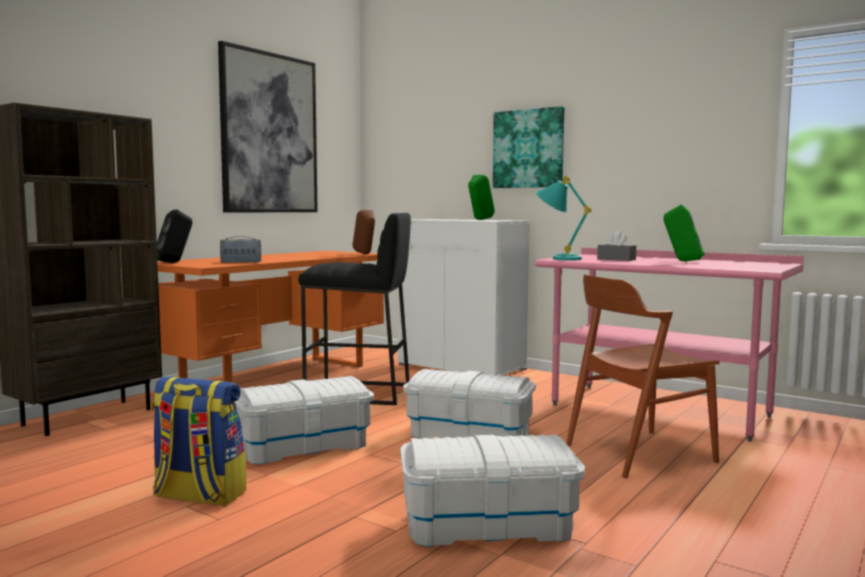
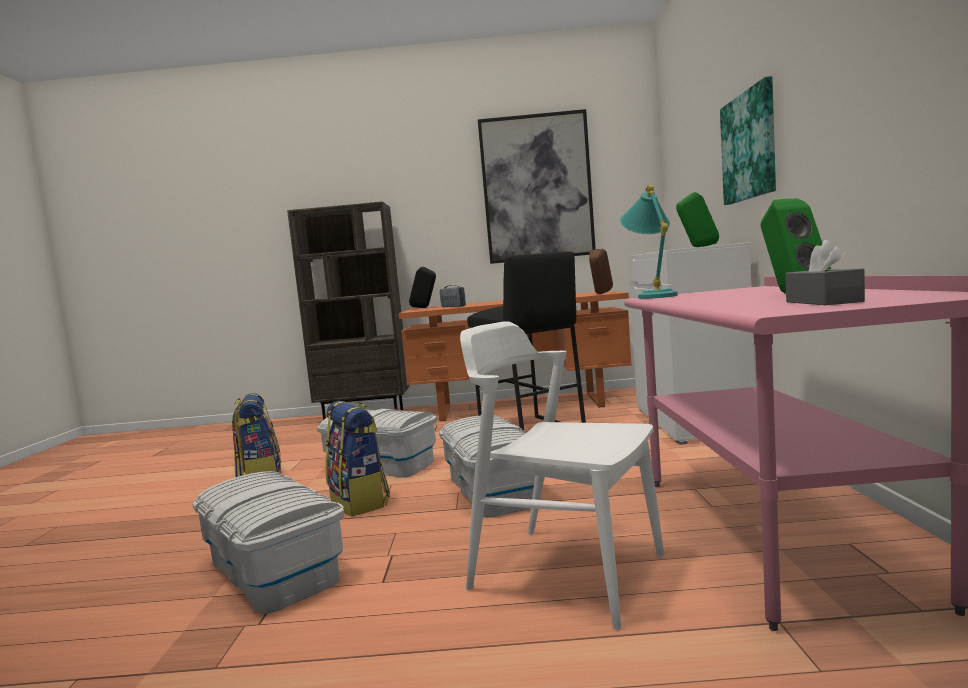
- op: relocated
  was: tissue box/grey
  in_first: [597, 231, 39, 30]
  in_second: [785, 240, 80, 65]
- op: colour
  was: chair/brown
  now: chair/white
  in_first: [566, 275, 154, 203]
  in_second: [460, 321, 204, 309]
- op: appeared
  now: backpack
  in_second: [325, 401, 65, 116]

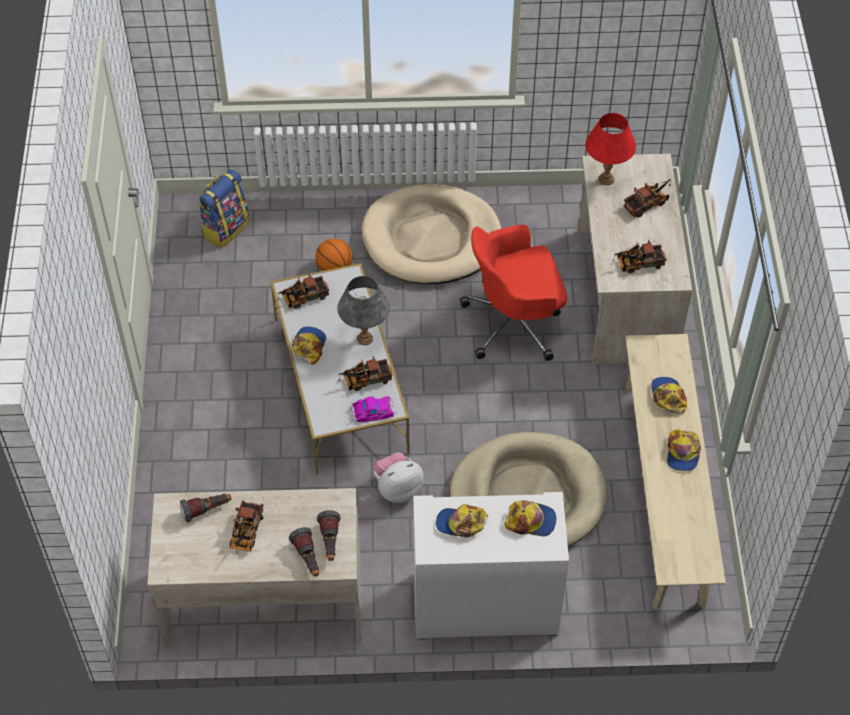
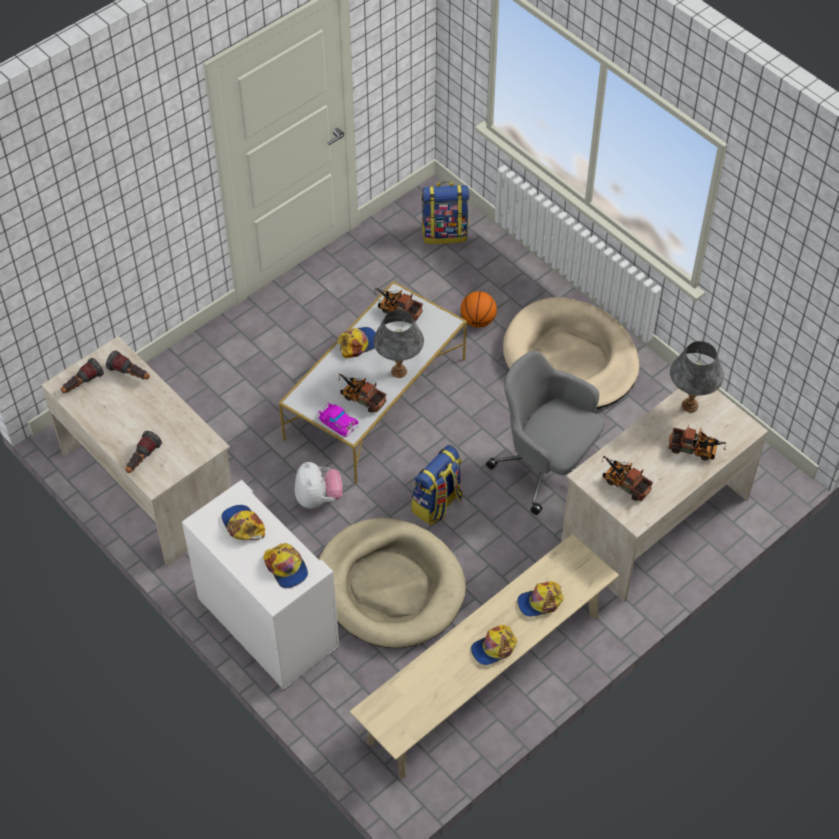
- op: colour
  was: table lamp/red
  now: table lamp/grey
  in_first: [585, 113, 51, 72]
  in_second: [670, 341, 54, 71]
- op: colour
  was: office chair/red
  now: office chair/grey
  in_first: [460, 225, 107, 136]
  in_second: [486, 351, 119, 164]
- op: spun
  was: cap
  in_first: [651, 377, 36, 37]
  in_second: [517, 581, 47, 36]
  clockwise: -150
- op: spun
  was: plush toy
  in_first: [373, 453, 51, 50]
  in_second: [295, 462, 48, 47]
  clockwise: 60
- op: missing
  was: toy truck
  in_first: [230, 501, 34, 52]
- op: relocated
  was: flashlight
  in_first: [317, 510, 24, 51]
  in_second: [61, 358, 43, 35]
- op: appeared
  now: backpack
  in_second: [411, 445, 52, 80]

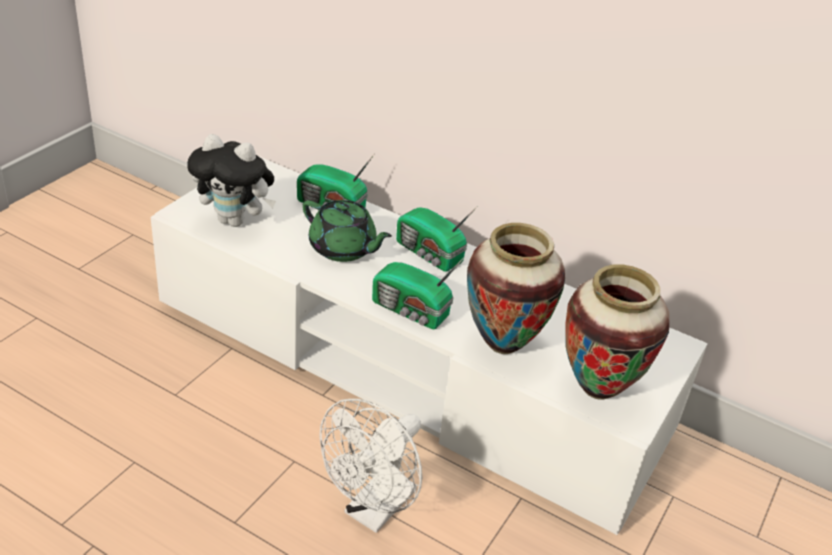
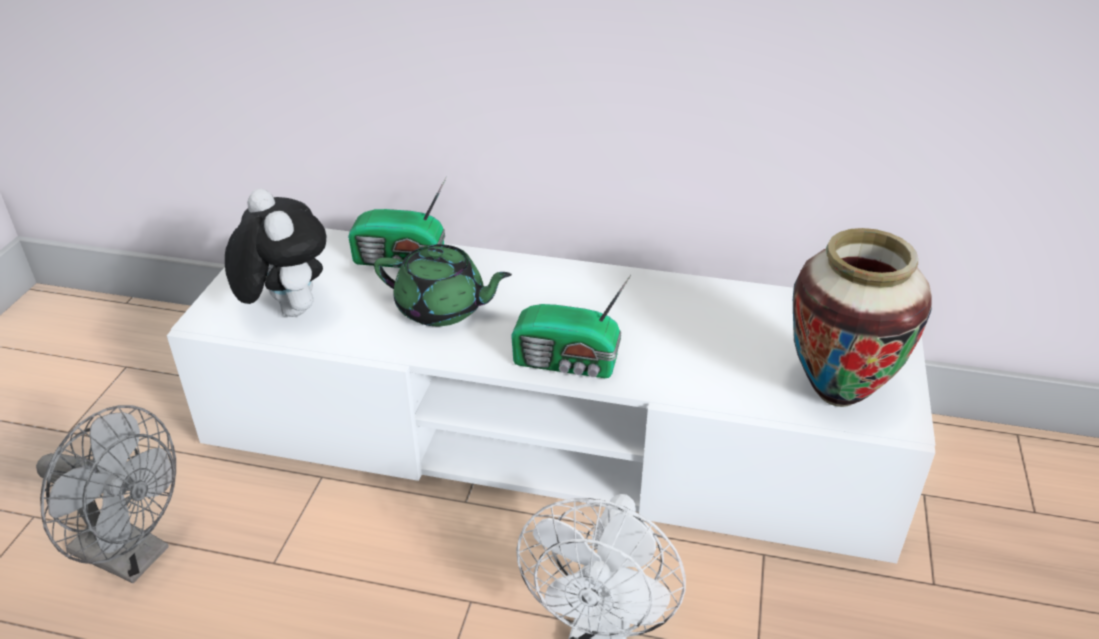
- op: spun
  was: plush toy
  in_first: [187, 134, 89, 93]
  in_second: [225, 188, 101, 129]
  clockwise: -120
- op: missing
  was: radio
  in_first: [396, 206, 82, 66]
- op: missing
  was: vase
  in_first: [467, 223, 98, 131]
- op: appeared
  now: fan/grey
  in_second: [36, 405, 140, 178]

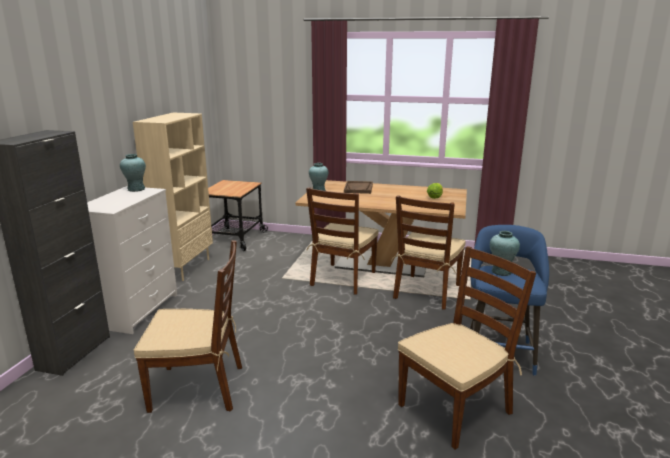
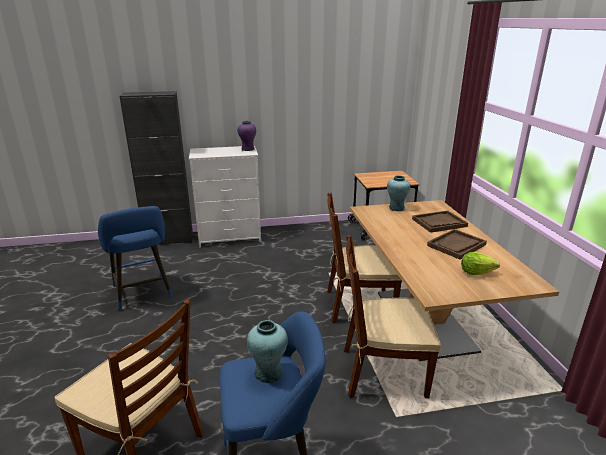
- op: missing
  was: bookcase/beige
  in_first: [133, 113, 80, 168]
- op: colour
  was: vase/turquoise
  now: vase/purple
  in_first: [120, 154, 26, 38]
  in_second: [237, 121, 19, 30]
- op: exchanged
  was: chair/brown
  now: stool/blue
  in_first: [134, 240, 108, 173]
  in_second: [98, 206, 74, 104]
- op: appeared
  now: tray/brown
  in_second: [427, 229, 60, 31]

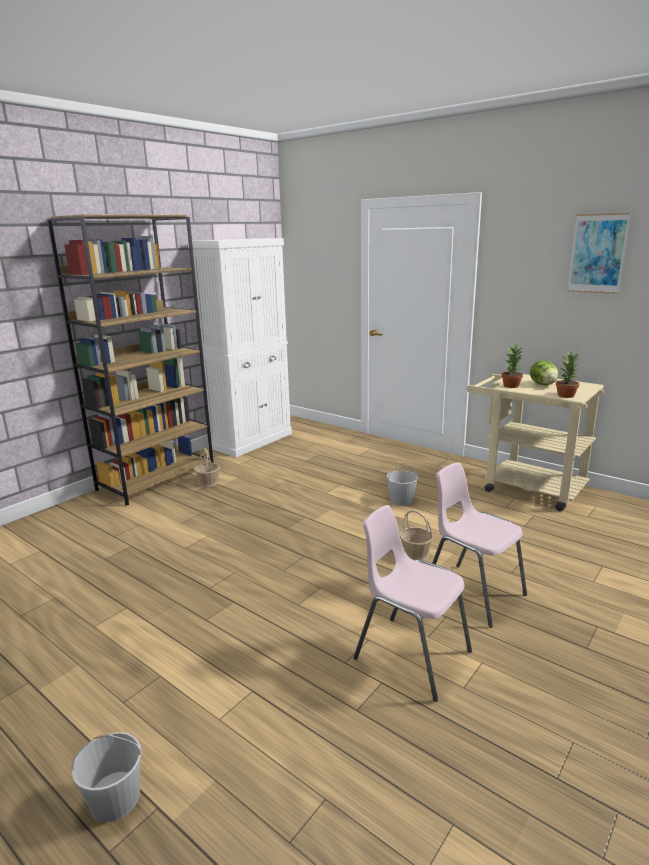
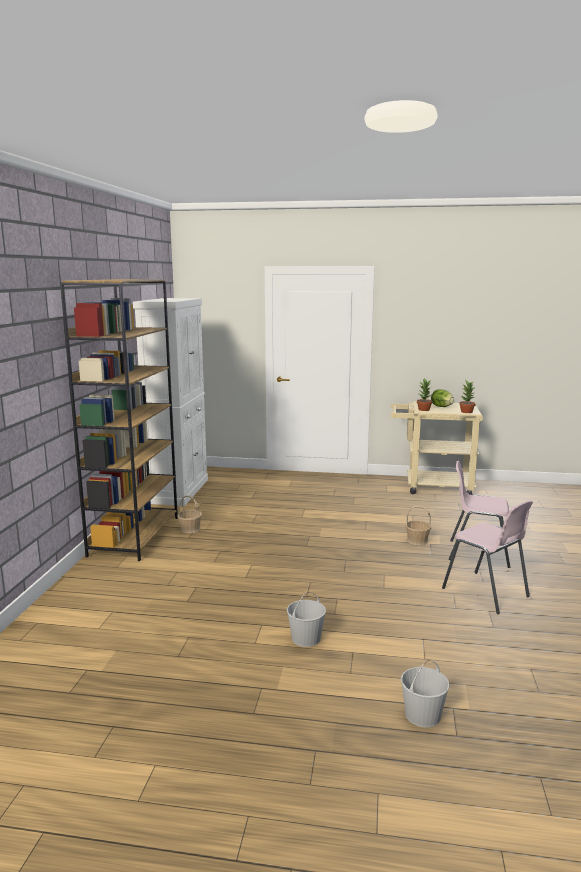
- op: missing
  was: picture
  in_first: [567, 213, 64, 81]
- op: relocated
  was: bucket/white
  in_first: [387, 463, 31, 43]
  in_second: [287, 591, 39, 56]
- op: spun
  was: chair/pink
  in_first: [353, 505, 119, 197]
  in_second: [442, 500, 91, 114]
  clockwise: -135

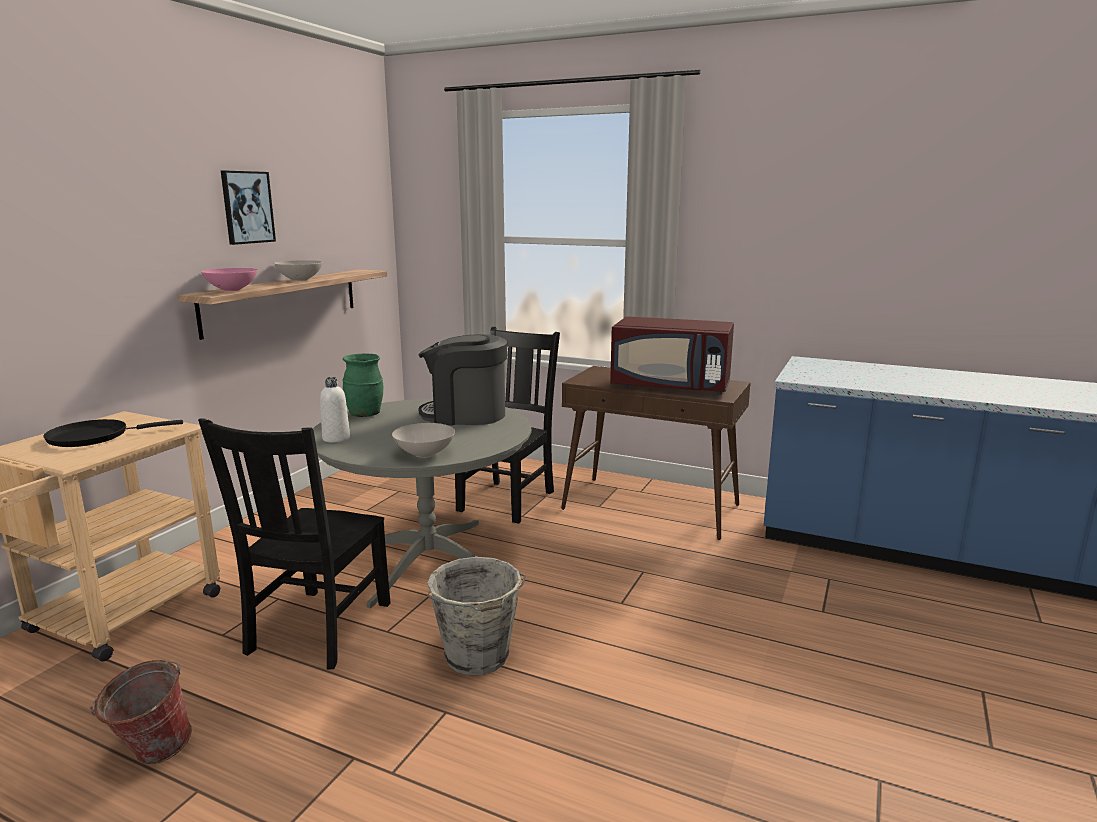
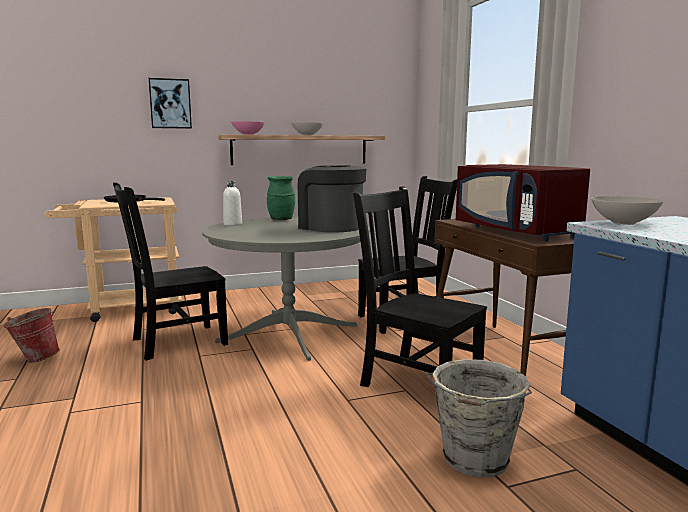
- op: relocated
  was: picture
  in_first: [221, 170, 55, 75]
  in_second: [149, 78, 43, 51]
- op: relocated
  was: bowl/white
  in_first: [392, 423, 63, 35]
  in_second: [591, 196, 72, 29]
- op: relocated
  was: bucket/grey
  in_first: [427, 557, 99, 118]
  in_second: [426, 359, 106, 119]
- op: appeared
  now: chair/black
  in_second: [353, 186, 134, 201]

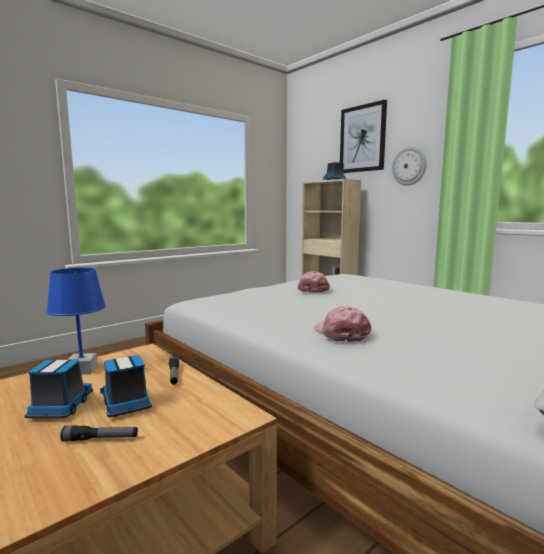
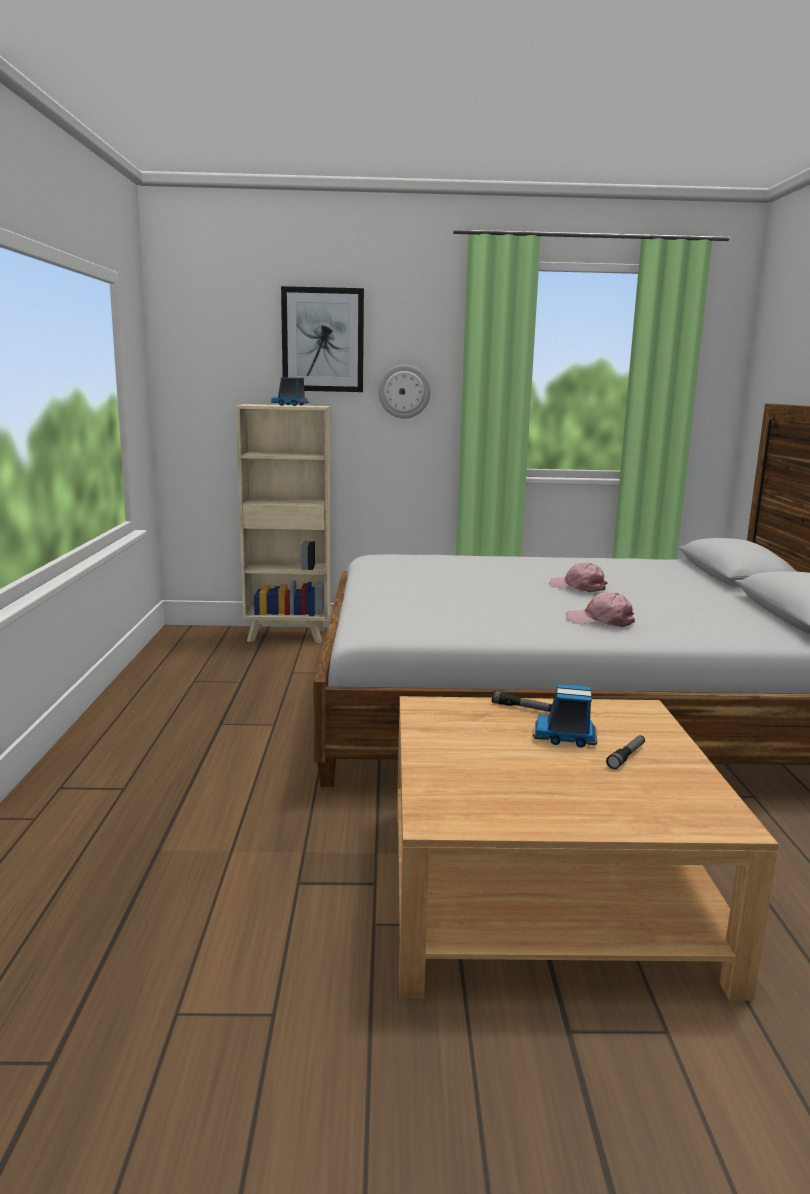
- op: missing
  was: table lamp/blue
  in_first: [46, 268, 60, 107]
- op: relocated
  was: cap/pink
  in_first: [298, 271, 32, 22]
  in_second: [549, 562, 58, 30]
- op: missing
  was: toy truck
  in_first: [24, 360, 69, 59]

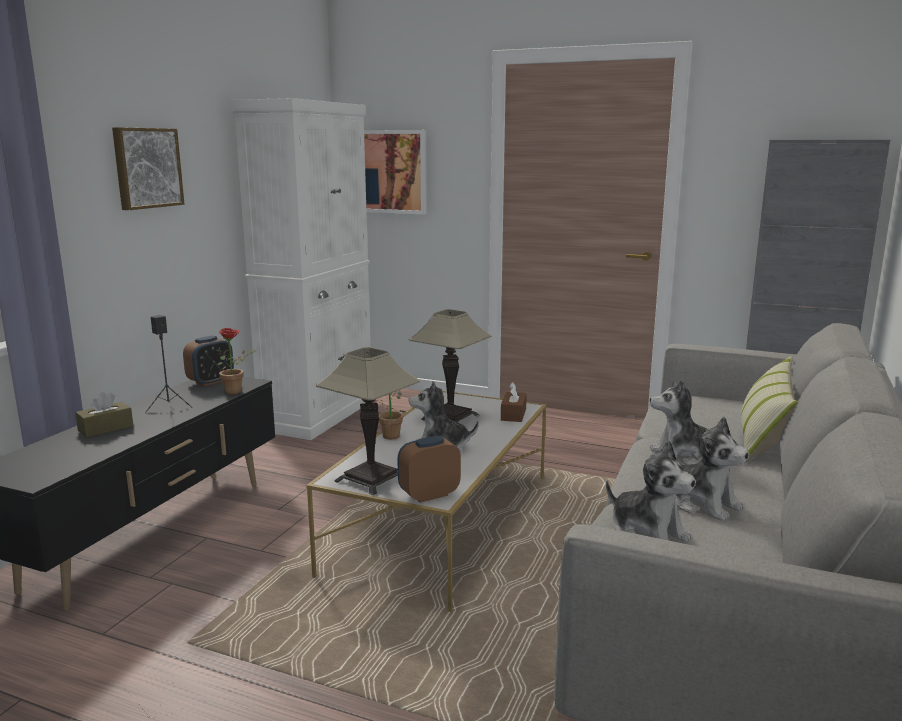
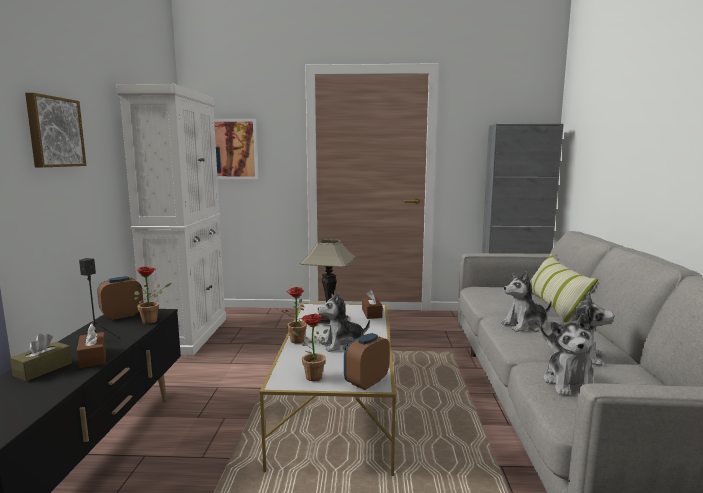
- op: spun
  was: alarm clock
  in_first: [183, 336, 51, 50]
  in_second: [97, 276, 46, 44]
  clockwise: -150
- op: exchanged
  was: table lamp
  now: potted plant
  in_first: [316, 347, 104, 148]
  in_second: [291, 314, 37, 67]
- op: spun
  was: plush toy
  in_first: [606, 441, 90, 101]
  in_second: [544, 314, 51, 82]
  clockwise: 75
- op: appeared
  now: tissue box/brown
  in_second: [77, 323, 29, 46]

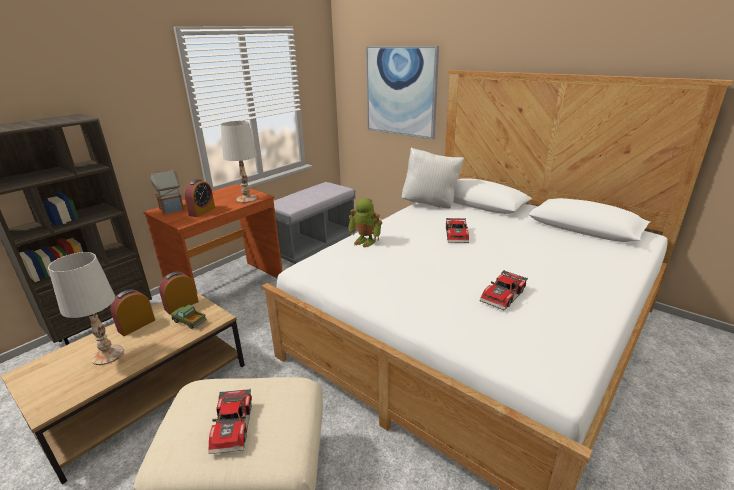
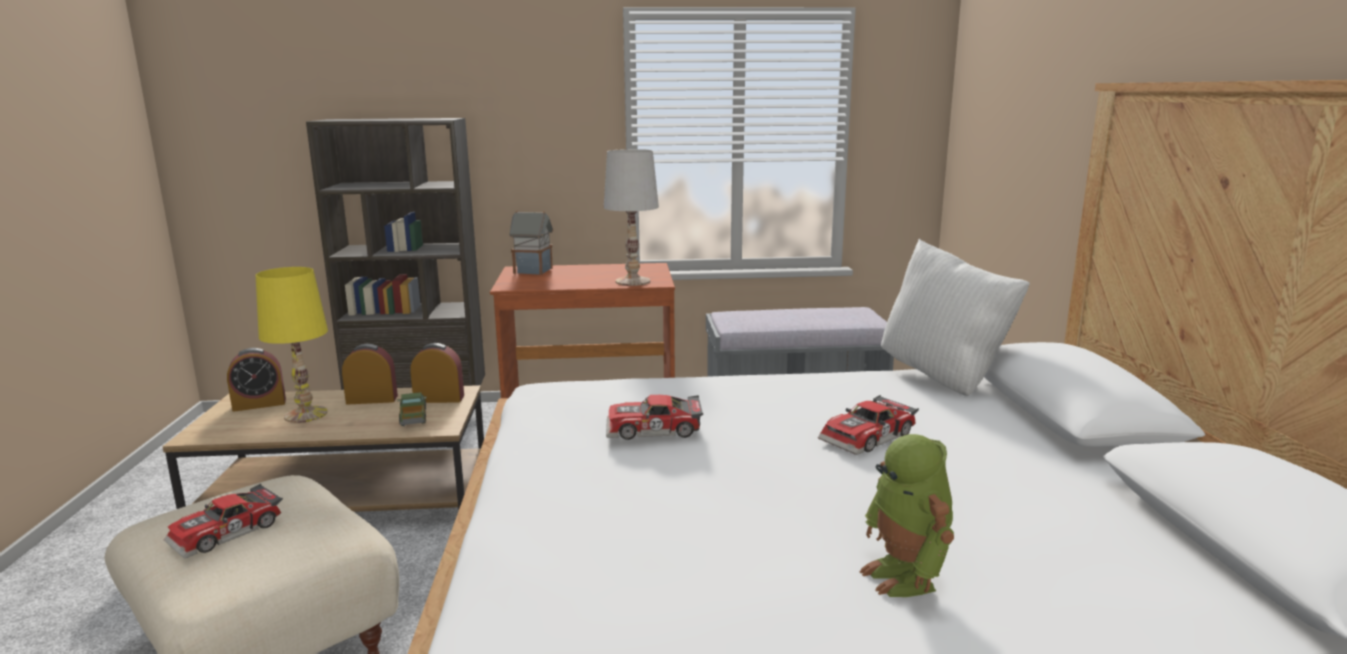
- op: missing
  was: picture
  in_first: [366, 46, 73, 94]
- op: relocated
  was: alarm clock
  in_first: [184, 179, 31, 38]
  in_second: [227, 348, 59, 64]
- op: relocated
  was: toy robot
  in_first: [348, 198, 34, 50]
  in_second: [860, 434, 94, 163]
- op: colour
  was: table lamp/white
  now: table lamp/yellow
  in_first: [48, 252, 76, 113]
  in_second: [256, 267, 72, 156]
- op: relocated
  was: toy car
  in_first: [479, 270, 49, 41]
  in_second: [606, 395, 97, 45]

